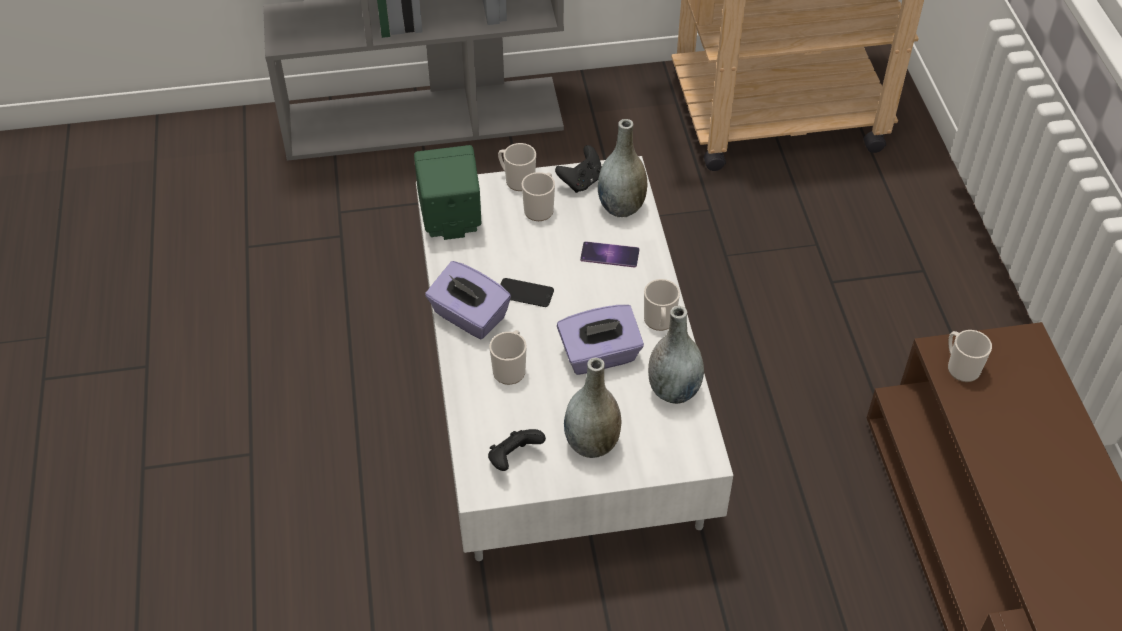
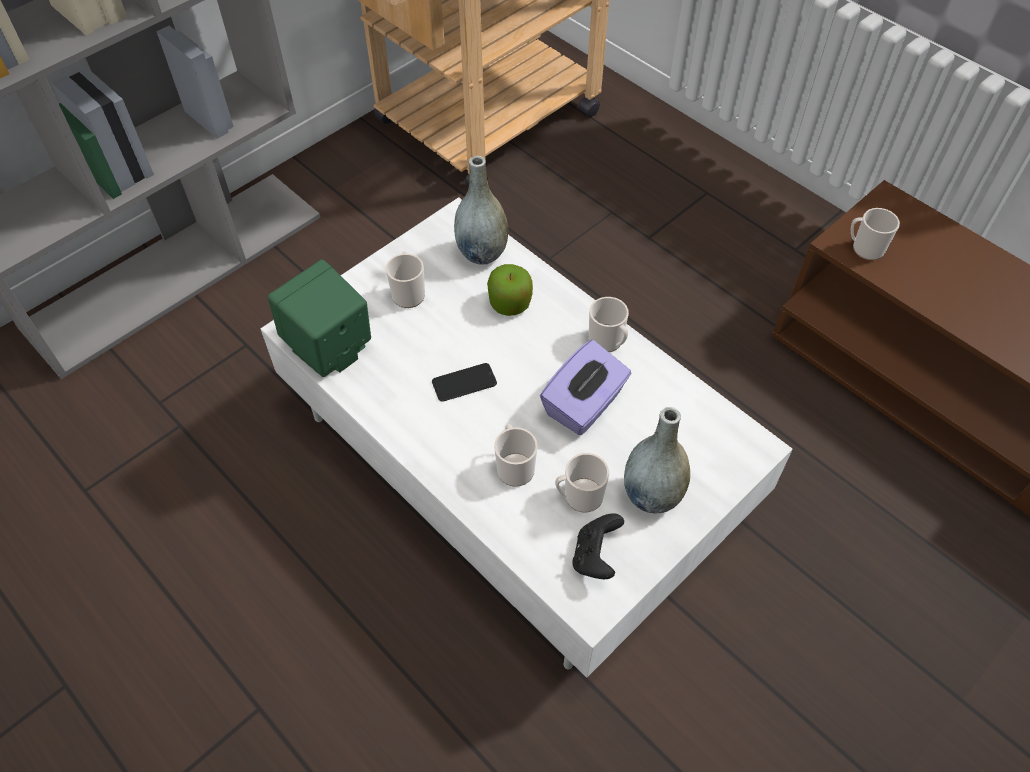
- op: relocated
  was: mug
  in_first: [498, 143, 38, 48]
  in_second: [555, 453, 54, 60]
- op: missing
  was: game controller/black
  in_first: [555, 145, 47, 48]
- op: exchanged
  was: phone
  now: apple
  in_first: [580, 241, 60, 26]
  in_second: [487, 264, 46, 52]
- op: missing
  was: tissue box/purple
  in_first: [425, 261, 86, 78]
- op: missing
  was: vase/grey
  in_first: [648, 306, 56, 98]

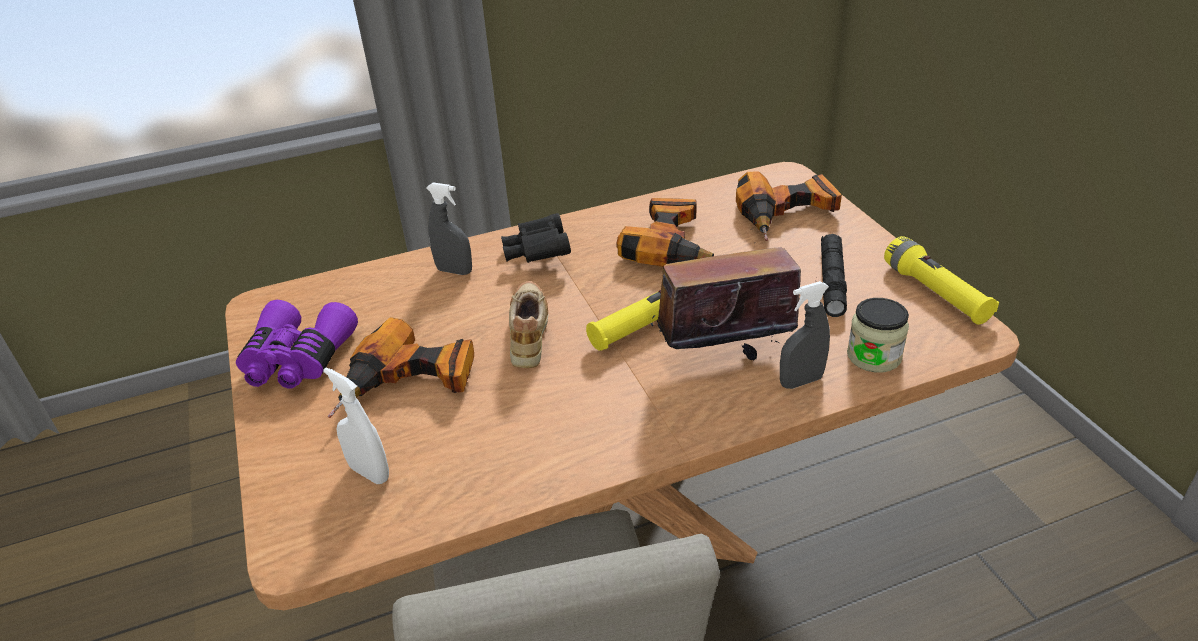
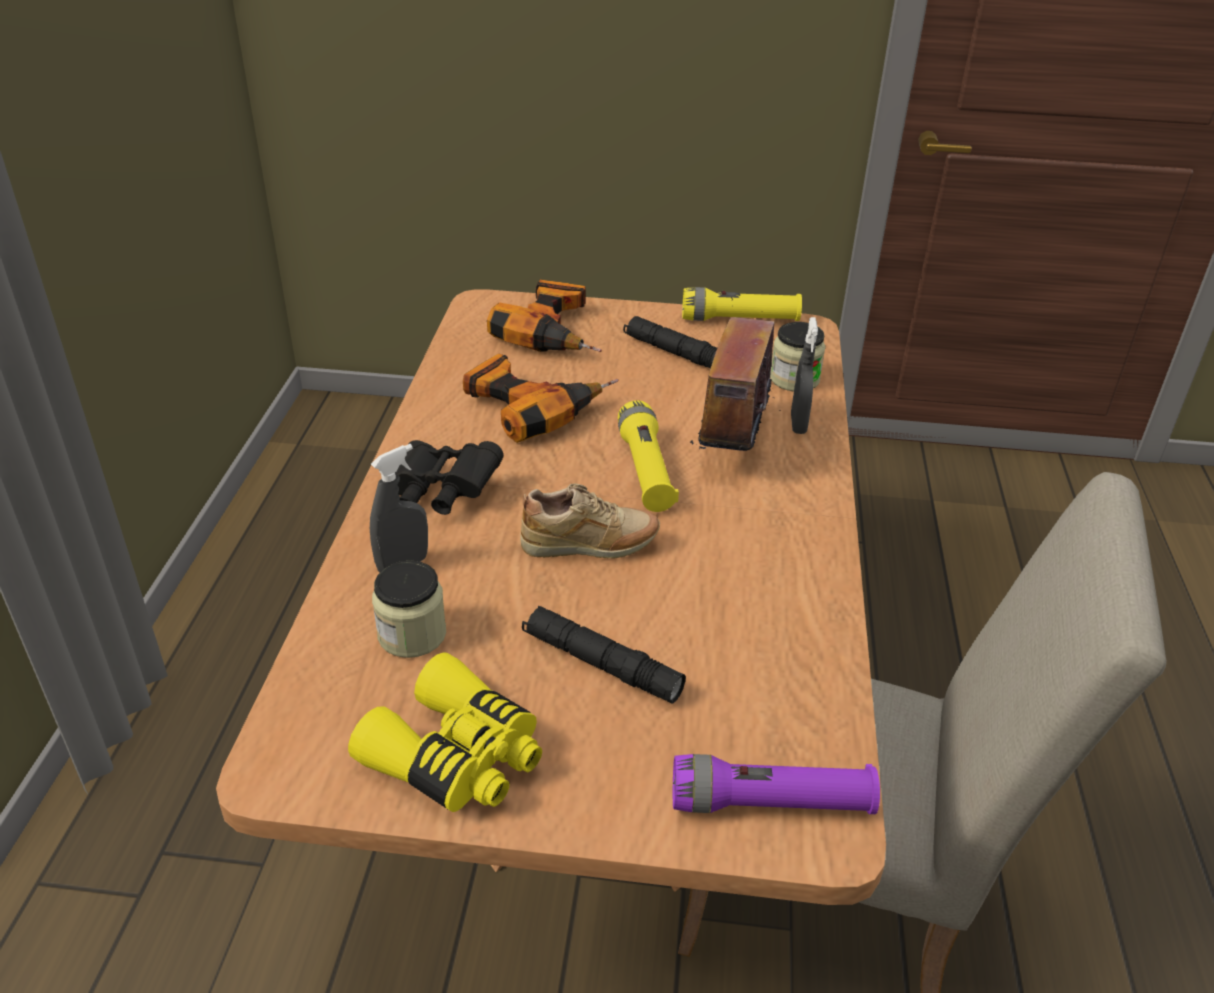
- op: spun
  was: shoe/beige
  in_first: [509, 281, 39, 87]
  in_second: [520, 483, 140, 75]
  clockwise: 150
- op: colour
  was: binoculars/purple
  now: binoculars/yellow
  in_first: [236, 300, 122, 89]
  in_second: [348, 653, 194, 159]
- op: exchanged
  was: power drill
  now: flashlight/black
  in_first: [328, 317, 146, 101]
  in_second: [522, 606, 164, 98]
- op: missing
  was: spray bottle/white
  in_first: [323, 368, 66, 116]
- op: appeared
  now: jar
  in_second: [372, 560, 74, 98]
- op: appeared
  now: flashlight/purple
  in_second: [673, 754, 207, 60]

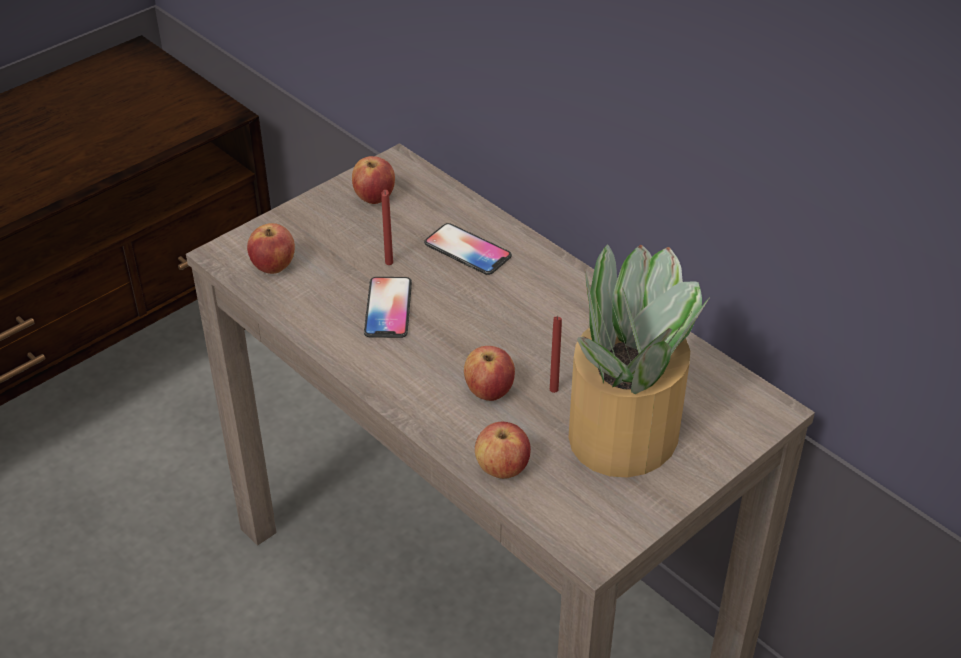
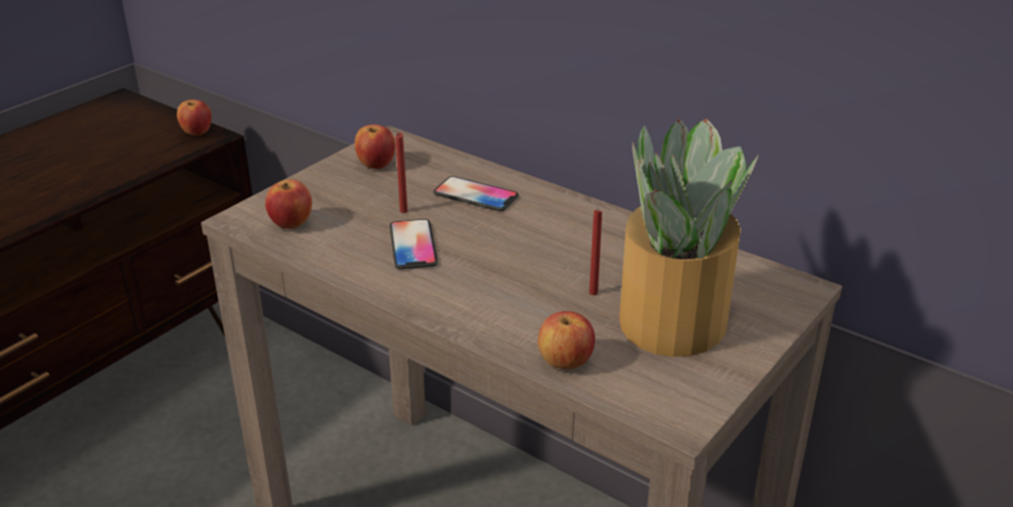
- op: relocated
  was: apple
  in_first: [464, 346, 51, 55]
  in_second: [177, 99, 35, 37]

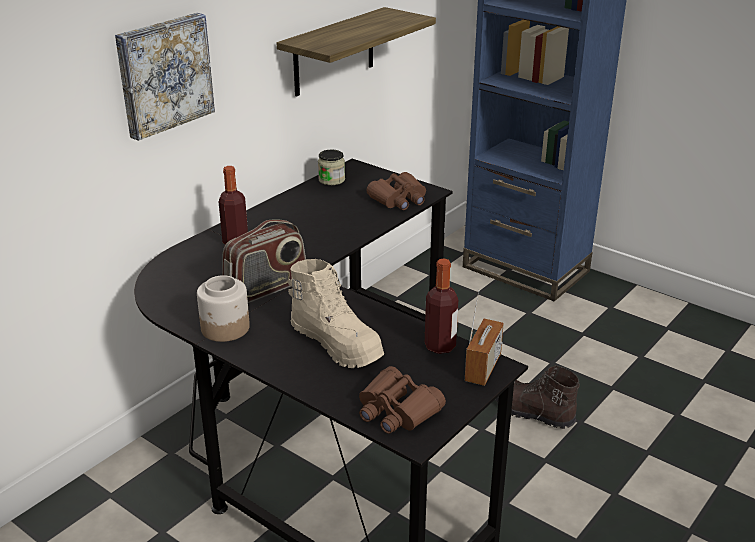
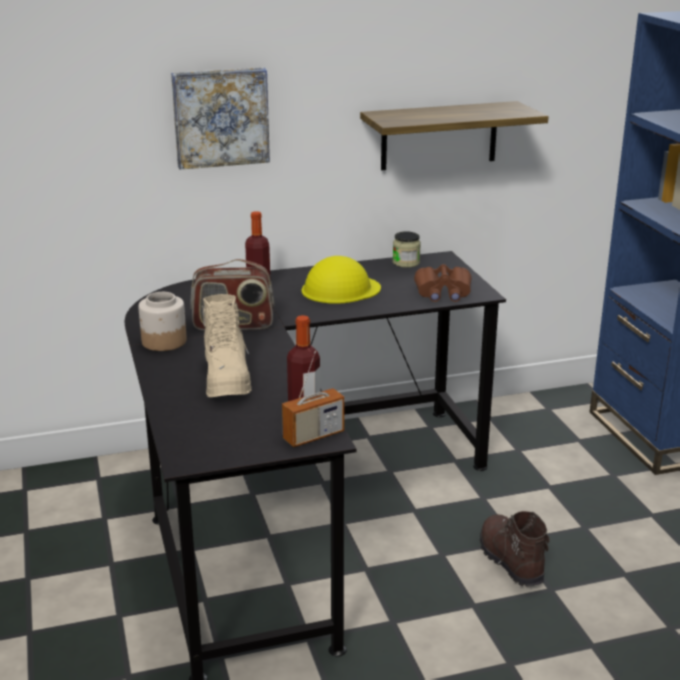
- op: missing
  was: binoculars/brown
  in_first: [359, 366, 87, 68]
- op: appeared
  now: hard hat/yellow
  in_second: [302, 256, 79, 48]

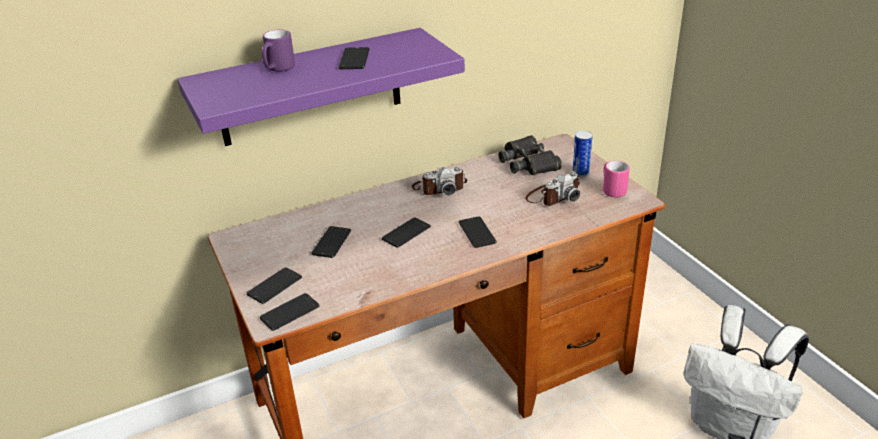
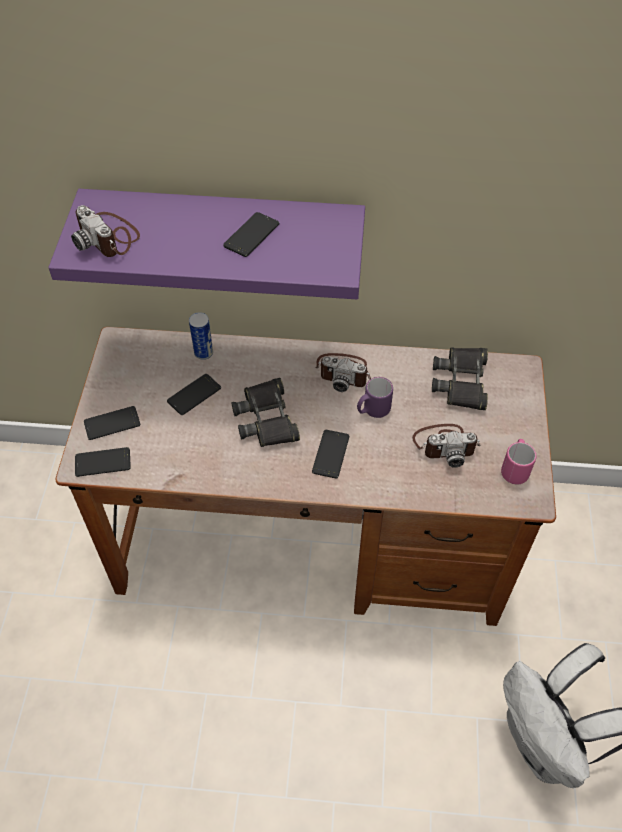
- op: relocated
  was: mug/purple
  in_first: [262, 30, 33, 42]
  in_second: [357, 377, 36, 41]
- op: relocated
  was: can
  in_first: [573, 131, 20, 46]
  in_second: [189, 312, 24, 48]
- op: exchanged
  was: phone
  now: binoculars/black
  in_first: [382, 217, 49, 31]
  in_second: [232, 378, 68, 69]
- op: appeared
  now: photo camera
  in_second: [71, 205, 69, 52]

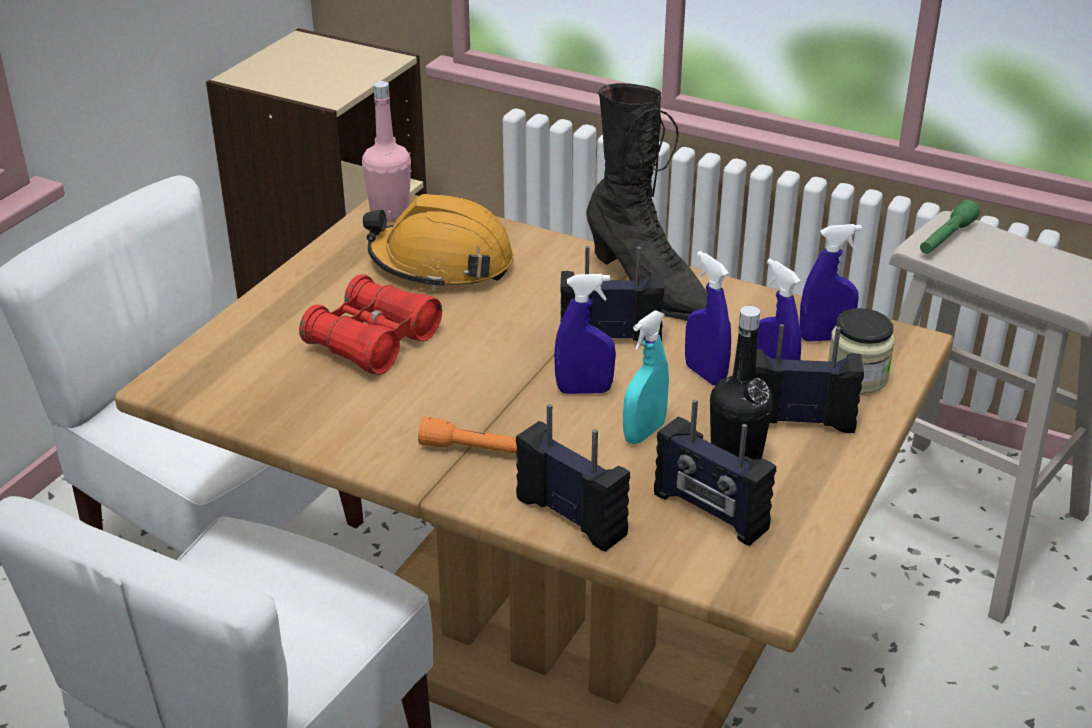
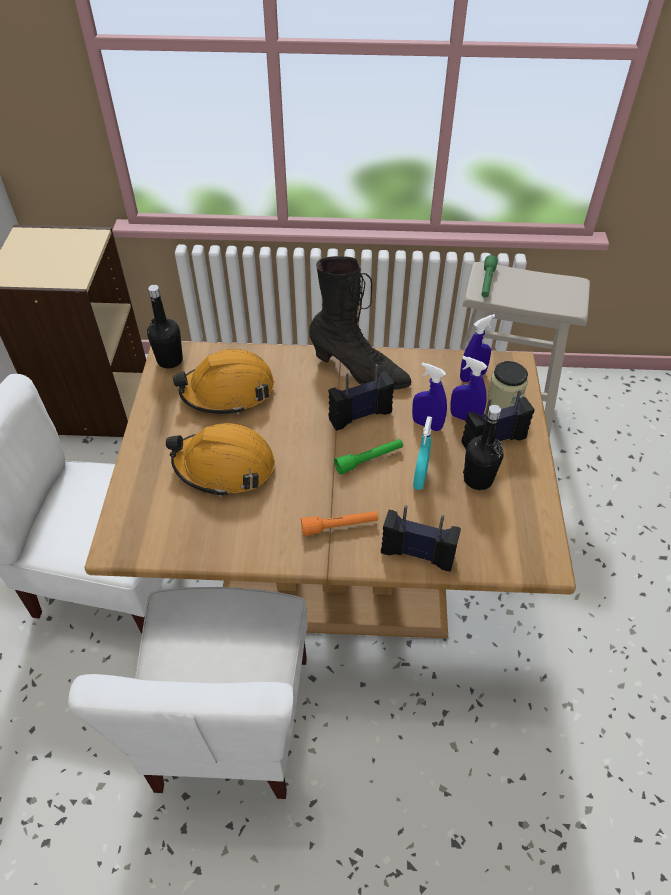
- op: colour
  was: bottle/pink
  now: bottle/black
  in_first: [362, 81, 49, 139]
  in_second: [147, 285, 36, 84]
- op: exchanged
  was: binoculars/red
  now: hard hat/orange
  in_first: [299, 274, 143, 101]
  in_second: [166, 423, 109, 74]
- op: exchanged
  was: spray bottle/blue
  now: flashlight/green
  in_first: [554, 274, 62, 120]
  in_second: [334, 439, 69, 36]
- op: missing
  was: radio
  in_first: [654, 399, 122, 147]

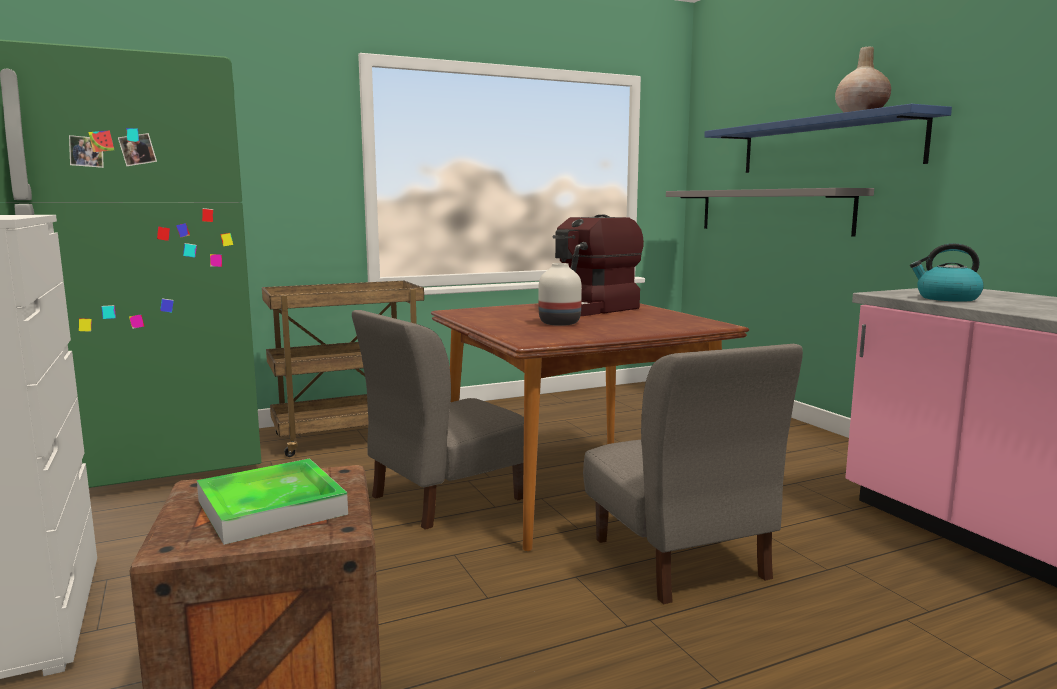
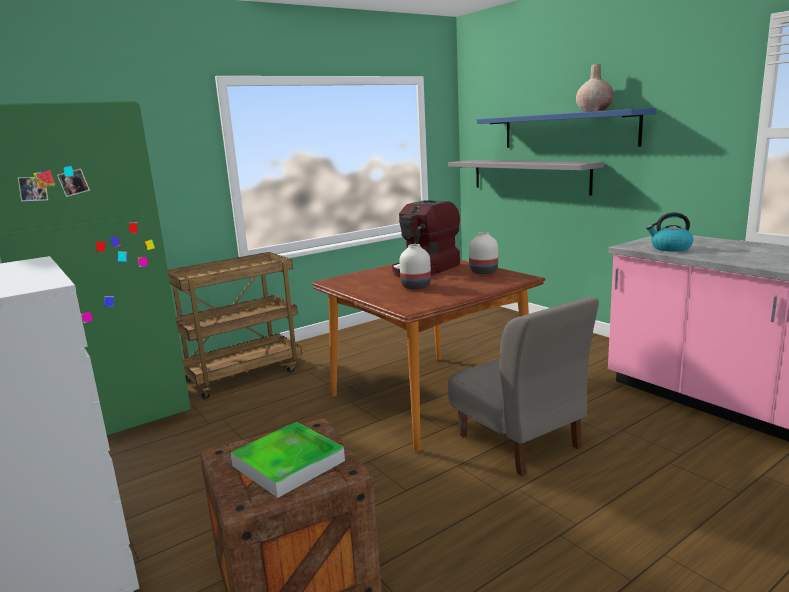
- op: missing
  was: chair/grey
  in_first: [352, 310, 172, 220]
- op: appeared
  now: vase/white
  in_second: [469, 232, 29, 42]

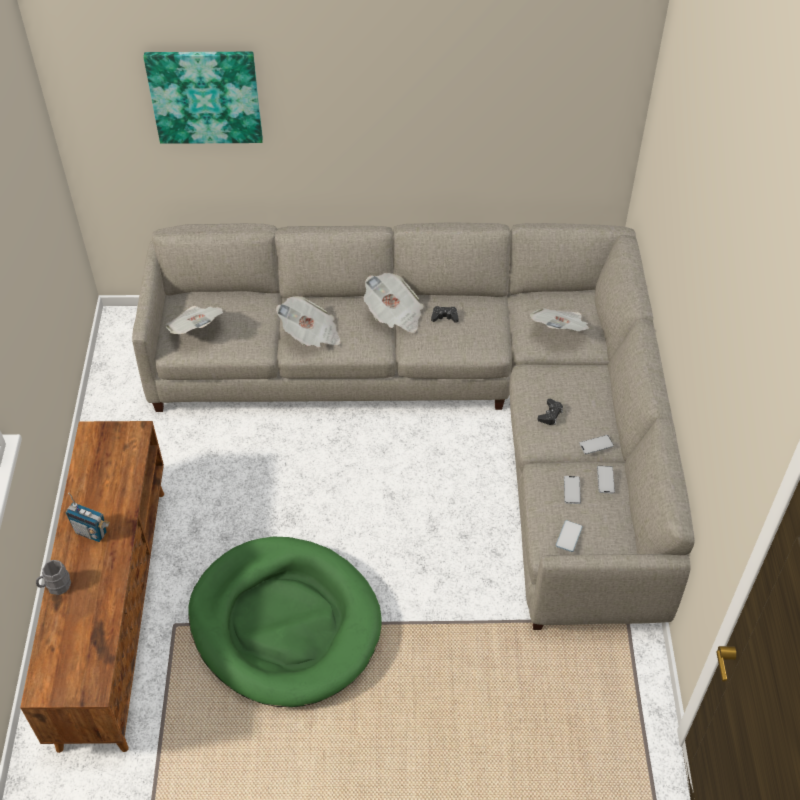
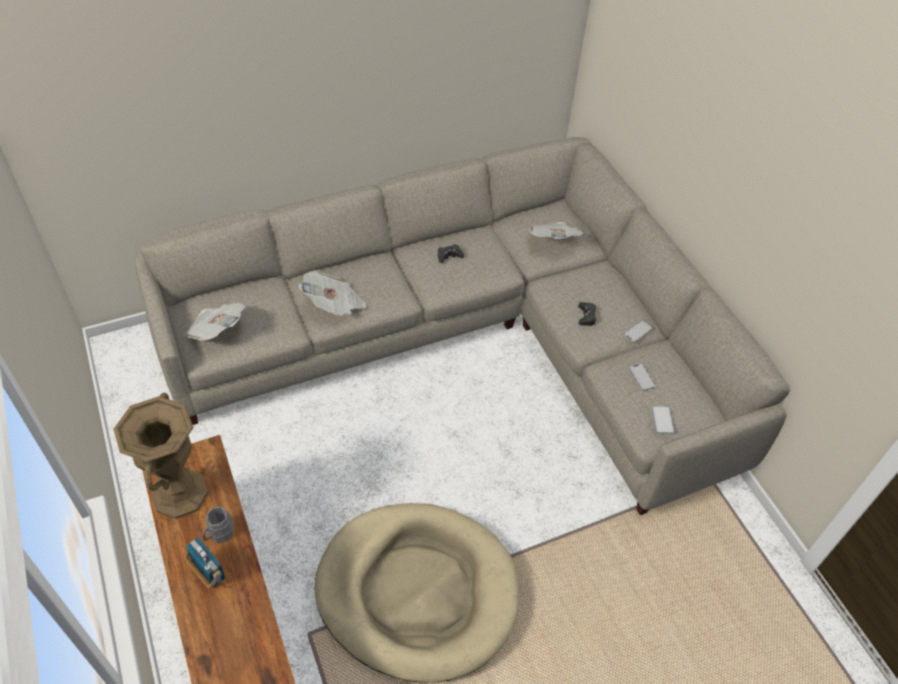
- op: missing
  was: picture
  in_first: [144, 52, 119, 92]
- op: missing
  was: newspaper
  in_first: [363, 273, 61, 60]
- op: missing
  was: phone
  in_first: [597, 466, 18, 27]
- op: spun
  was: radio
  in_first: [65, 492, 45, 50]
  in_second: [185, 538, 40, 50]
  clockwise: -135
- op: colour
  was: dog bed/green
  now: dog bed/beige
  in_first: [188, 537, 194, 170]
  in_second: [314, 503, 206, 180]
- op: relocated
  was: mug/grey
  in_first: [36, 560, 35, 35]
  in_second: [202, 507, 32, 36]
- op: appeared
  now: vase/brown
  in_second: [113, 393, 95, 126]

